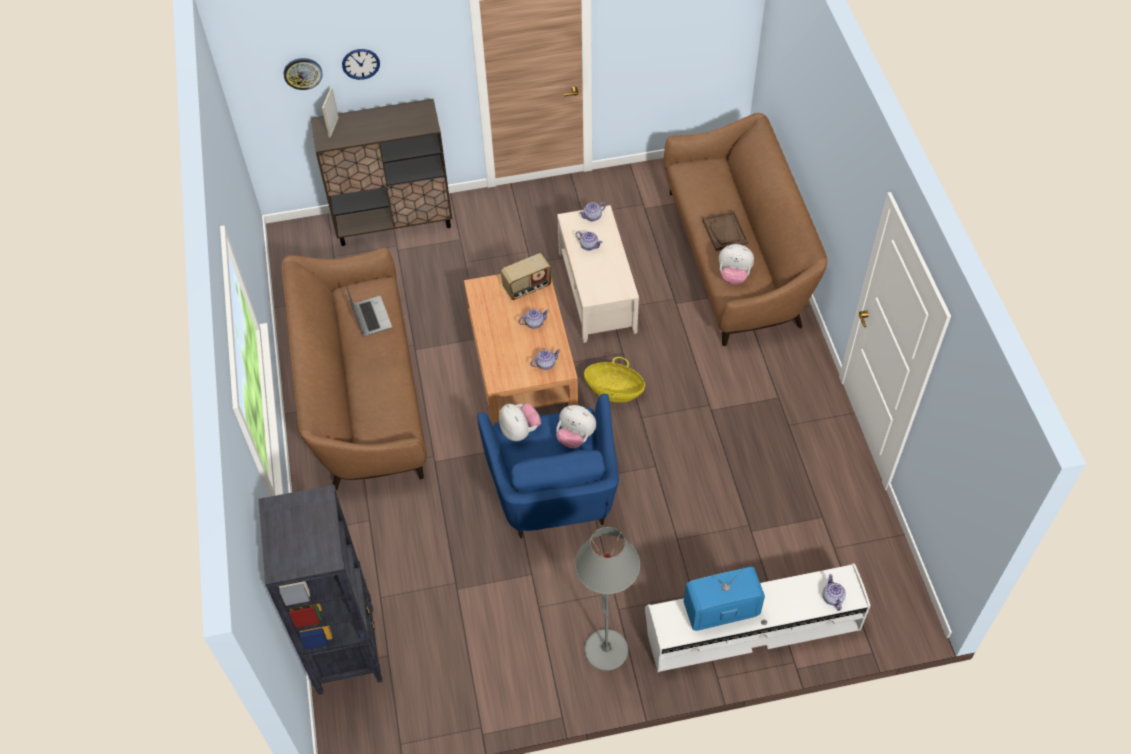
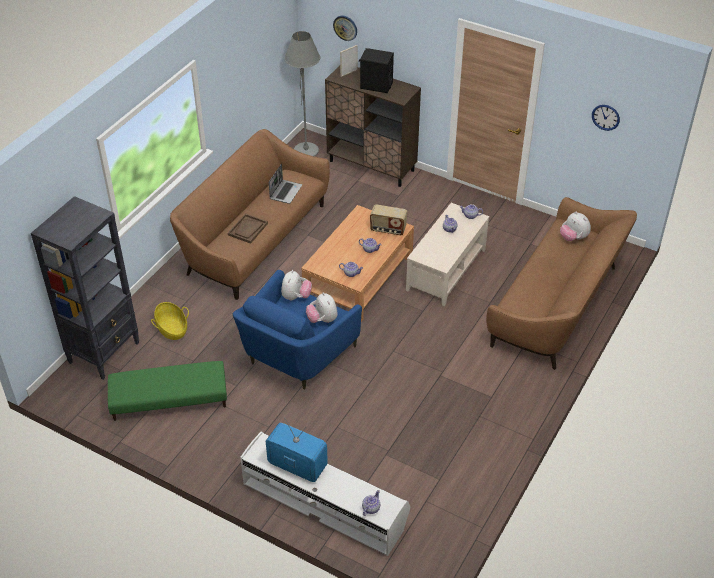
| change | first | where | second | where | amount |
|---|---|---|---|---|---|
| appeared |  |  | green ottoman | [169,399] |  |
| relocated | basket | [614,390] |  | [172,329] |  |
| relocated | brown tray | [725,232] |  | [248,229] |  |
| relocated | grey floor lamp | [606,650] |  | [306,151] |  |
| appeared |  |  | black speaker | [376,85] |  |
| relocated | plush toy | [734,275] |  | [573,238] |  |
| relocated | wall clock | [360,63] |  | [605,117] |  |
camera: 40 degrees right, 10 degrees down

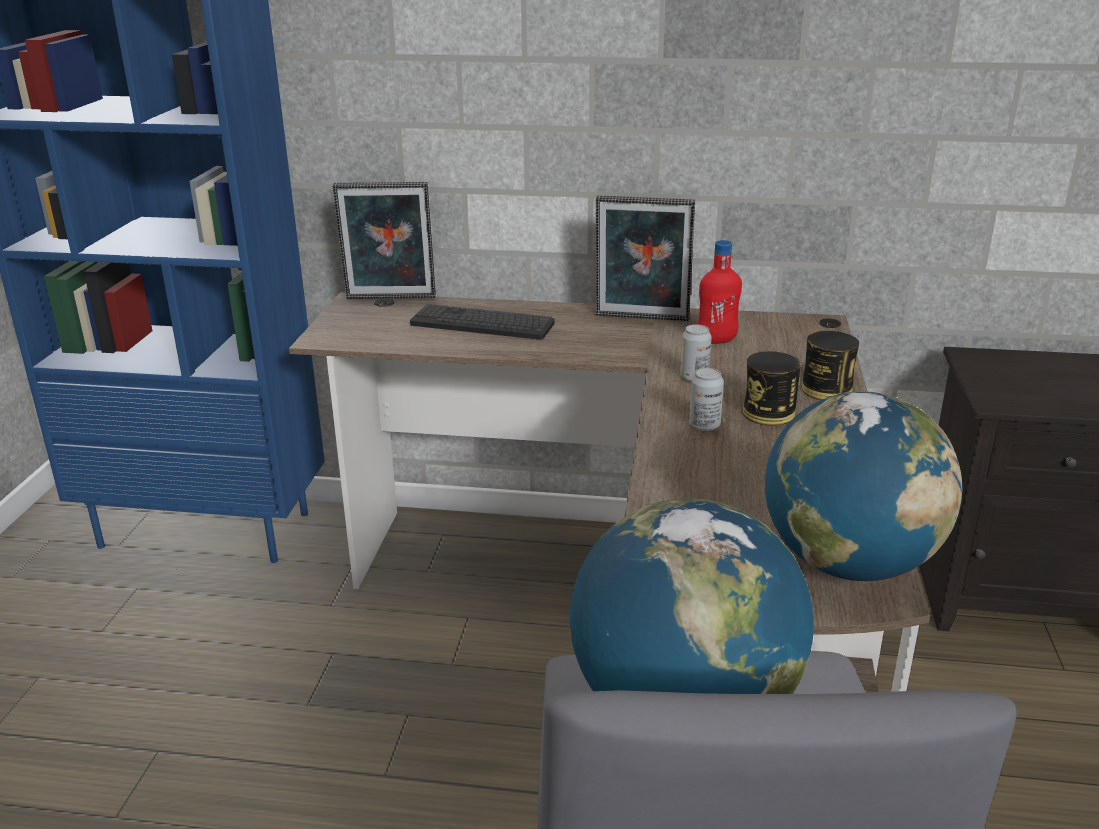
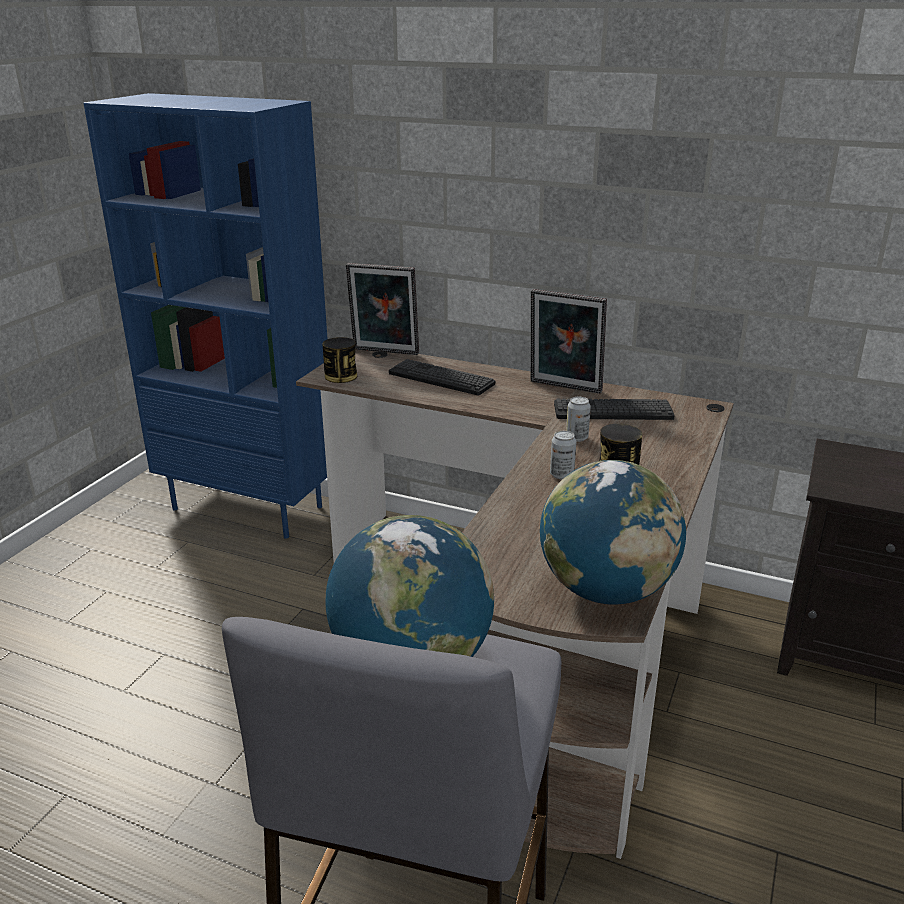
| change | first | where | second | where | amount |
|---|---|---|---|---|---|
| relocated | can | [826,390] |  | [341,376] |  |
| exchanged | red bottle | [716,340] | keyboard | [613,411] |  |
camera: 15 degrees right, 0 degrees up

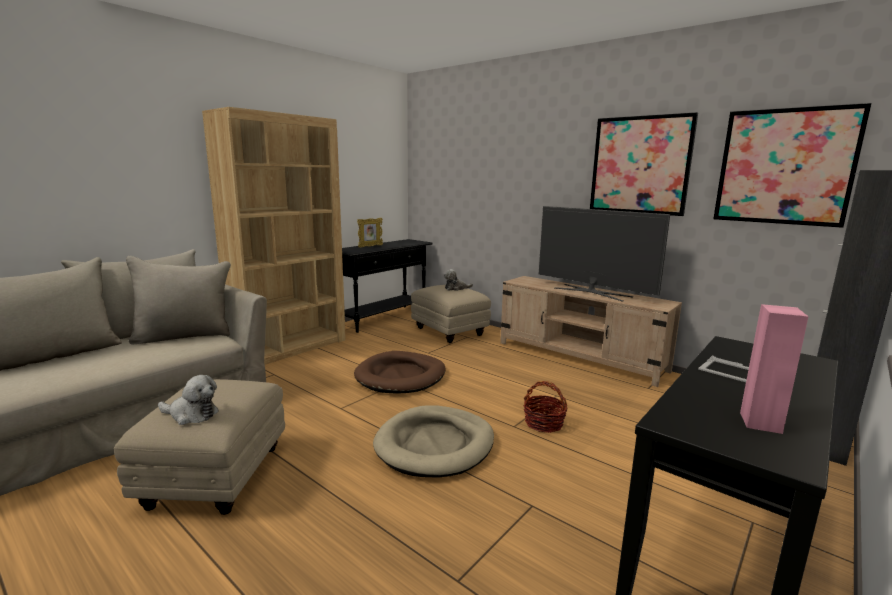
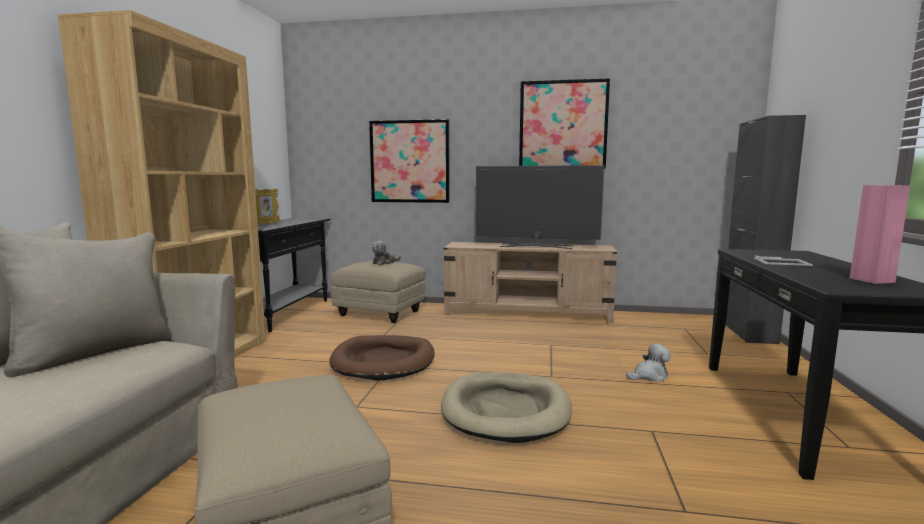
| change | first | where | second | where | amount |
|---|---|---|---|---|---|
| relocated | picture | [784,167] |  | [410,161] |  |
| relocated | plush toy | [191,414] |  | [649,376] |  |
| missing | basket | [544,423] |  |  |  |
camera: 30 degrees left, 5 degrees down

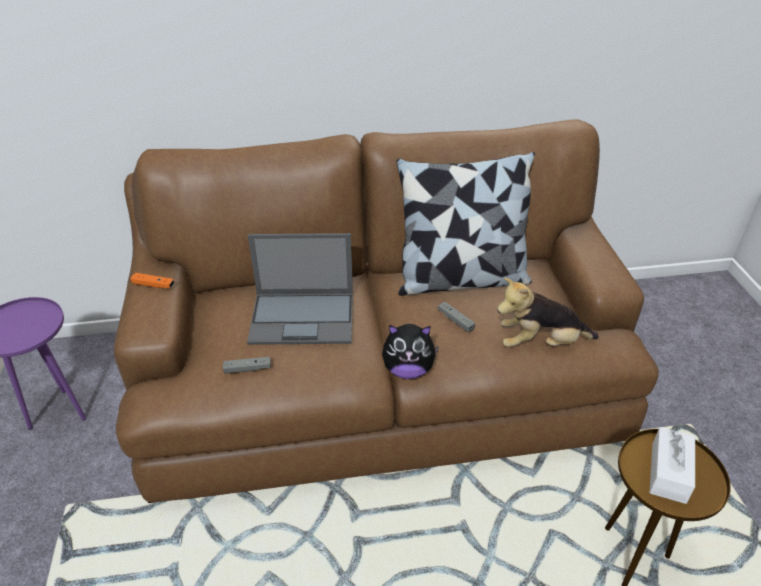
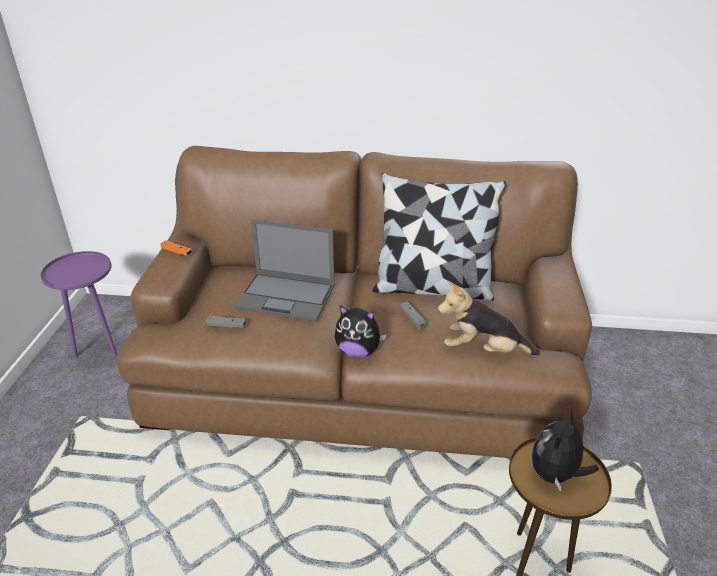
| change | first | where | second | where | amount |
|---|---|---|---|---|---|
| exchanged | white tissue box | [668,472] | plush toy | [555,475] |  |
camera: 15 degrees right, 5 degrees down

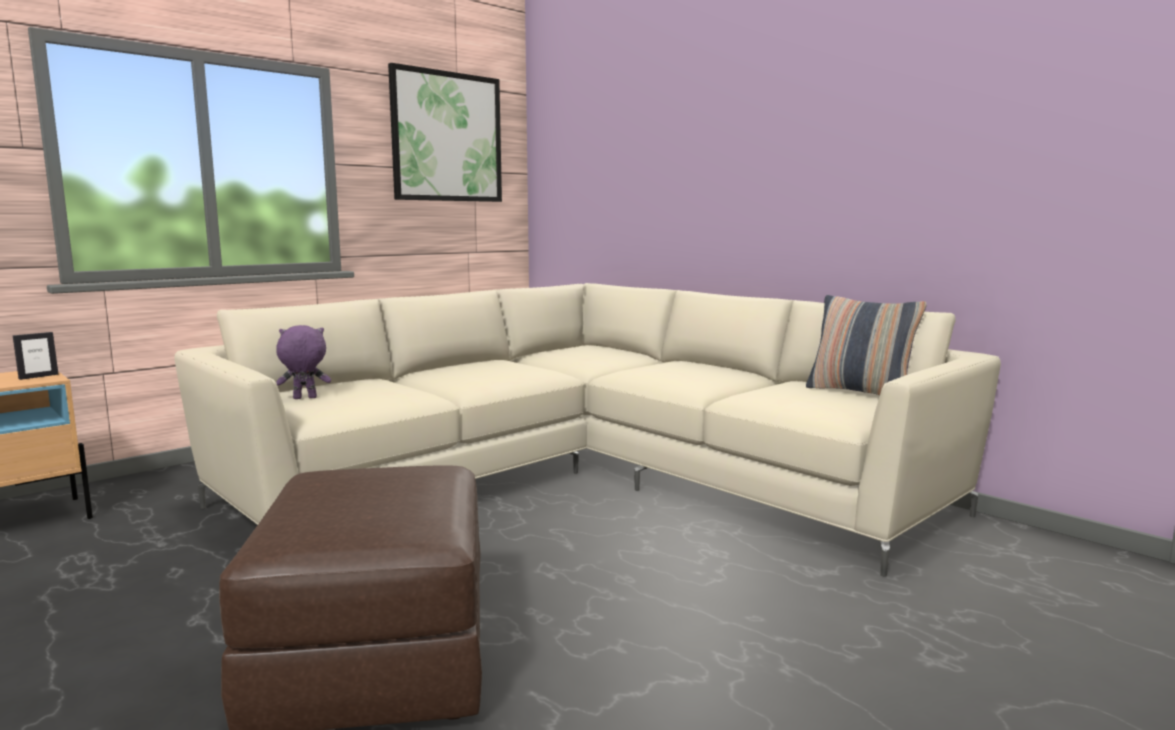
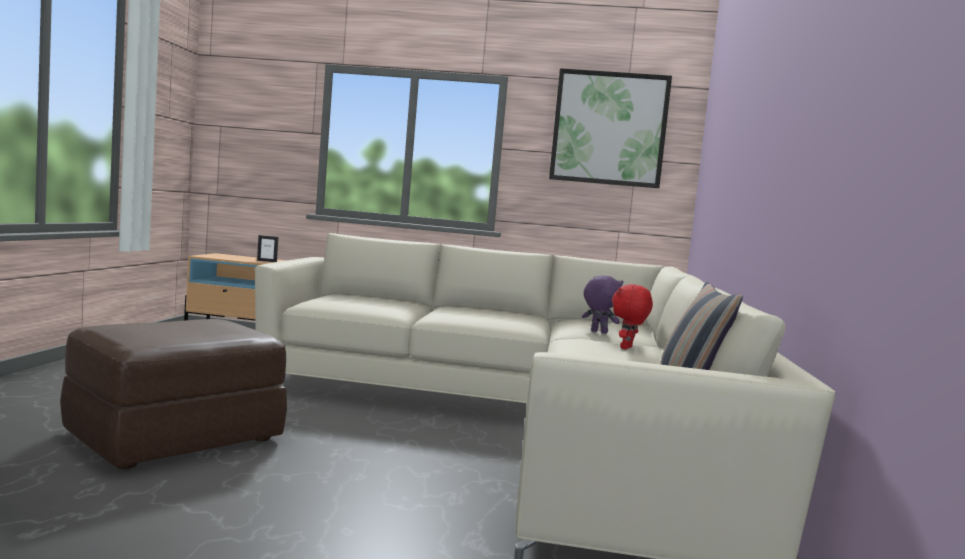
| change | first | where | second | where | amount |
|---|---|---|---|---|---|
| relocated | purple plush toy | [304,398] |  | [598,332] |  |
| appeared |  |  | red plush toy | [627,348] |  |
camera: 50 degrees right, 5 degrees down

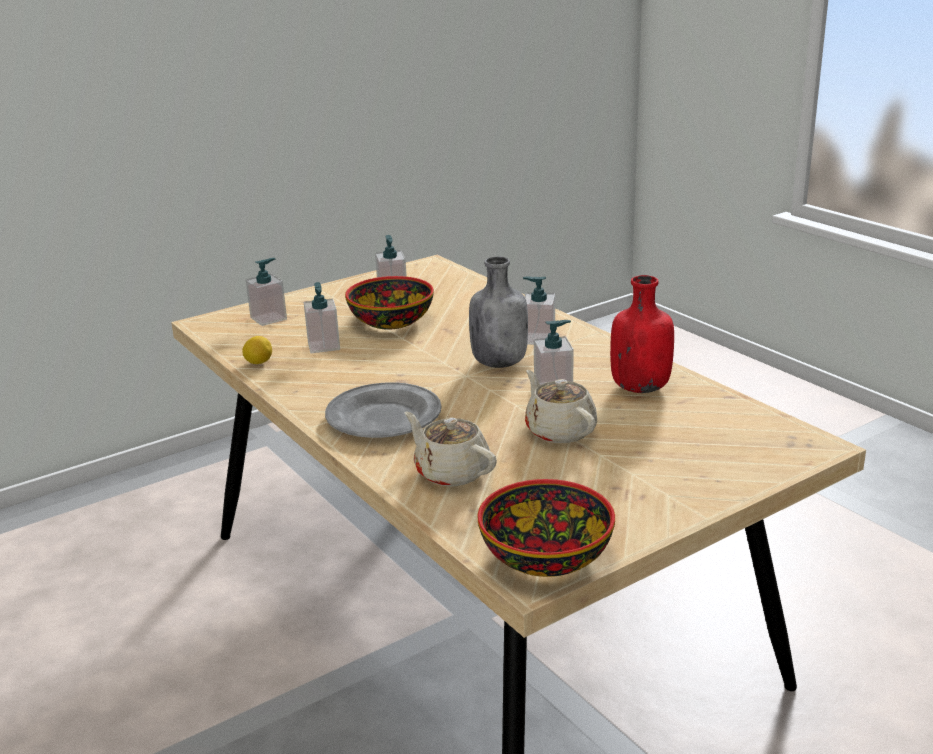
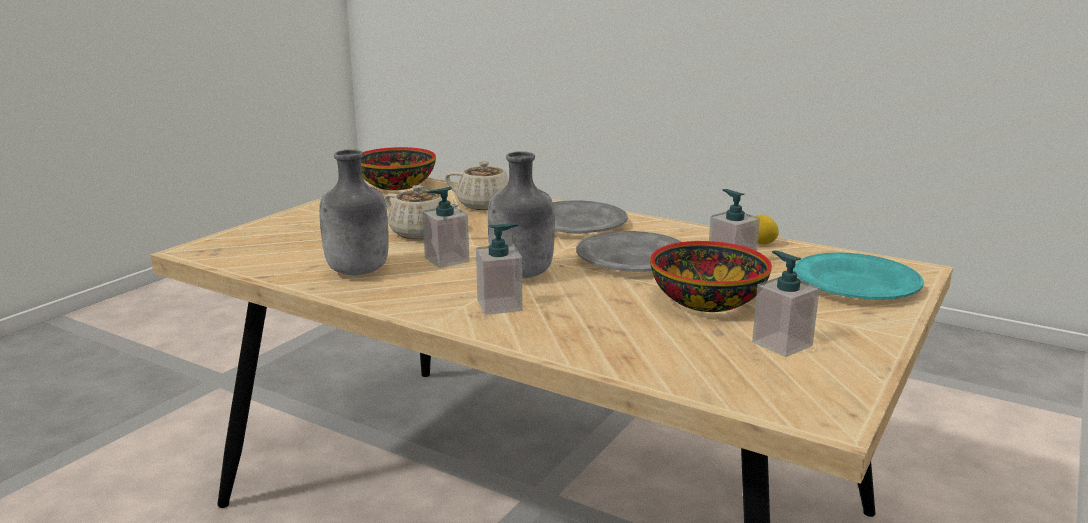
| change | first | where | second | where | amount |
|---|---|---|---|---|---|
| colour | red bottle | [640,387] | grey bottle | [358,272] |  |
| appeared |  |  | grey plate | [632,258] |  |
| exchanged | soap dispenser | [269,318] | turquoise plate | [856,284] |  |
camera: 155 degrees right, 5 degrees down

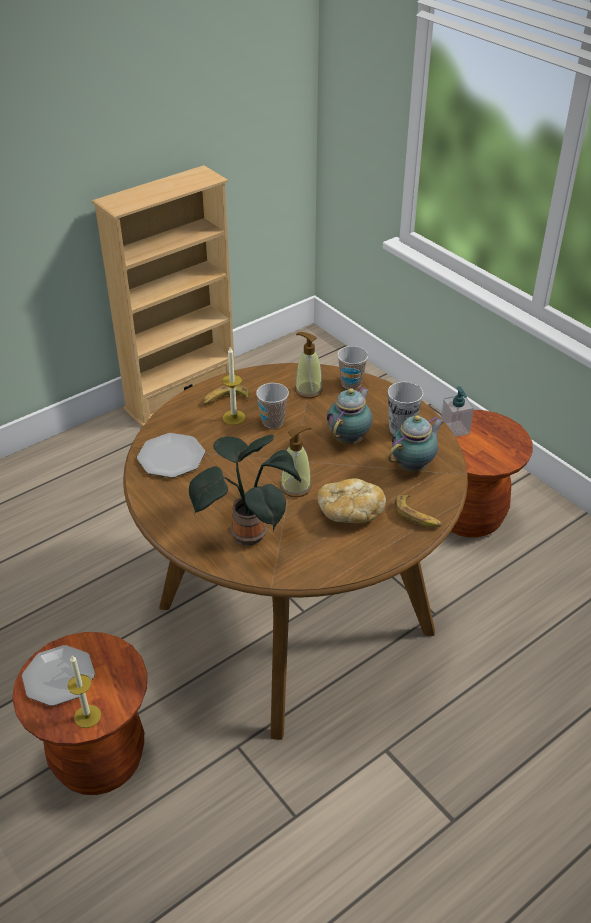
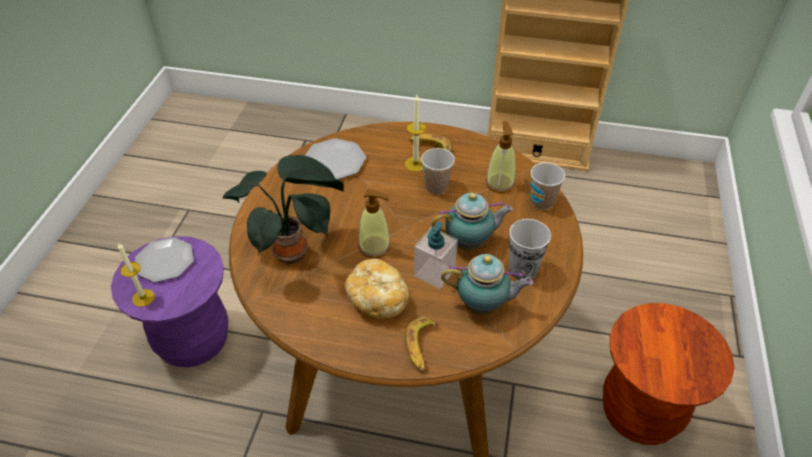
| change | first | where | second | where | amount |
|---|---|---|---|---|---|
| colour | brown stool | [99,759] | purple stool | [193,340] |  |
| relocated | soap dispenser | [454,429] |  | [434,273] |  |
camera: 50 degrees right, 5 degrees up

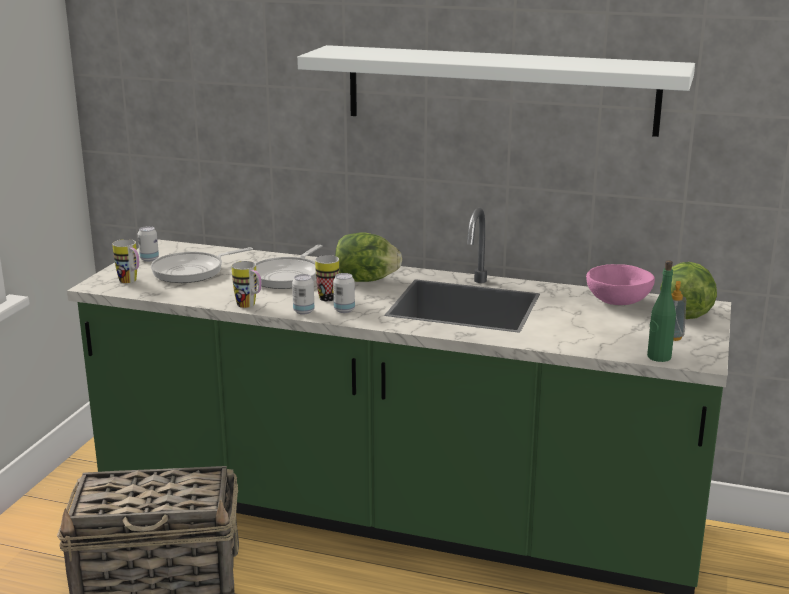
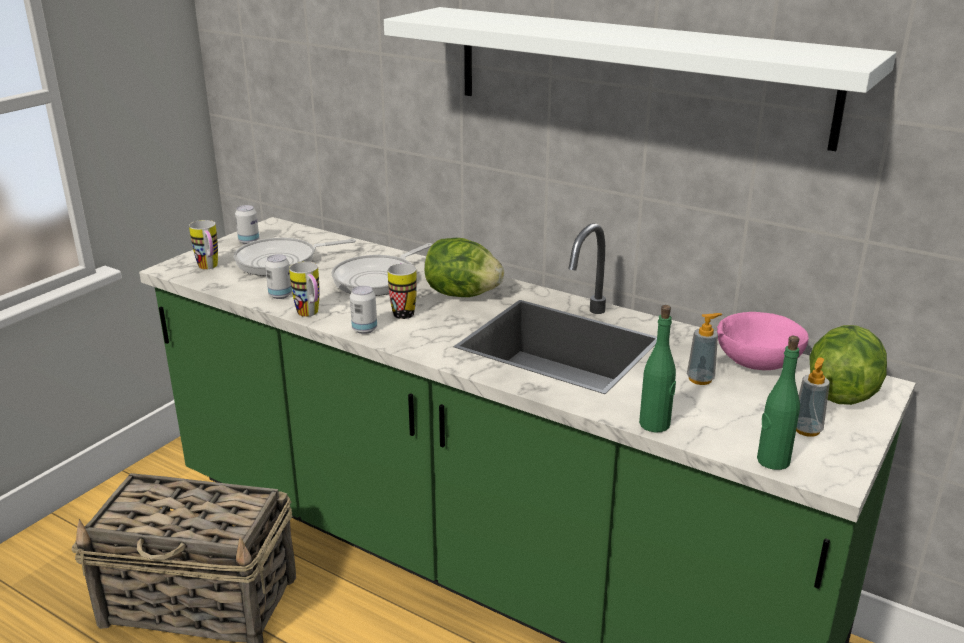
| change | first | where | second | where | amount |
|---|---|---|---|---|---|
| relocated | can | [344,310] |  | [280,295] |  |
| appeared |  |  | green bottle | [655,424] |  |
| appeared |  |  | soap dispenser | [700,379] |  |
camera: 15 degrees right, 5 degrees up

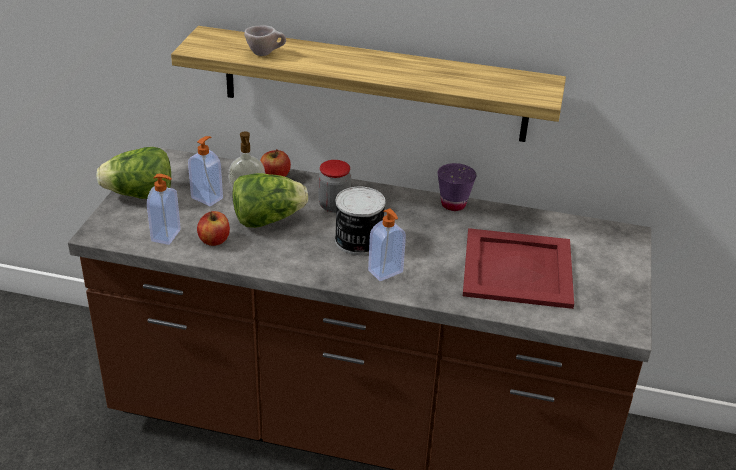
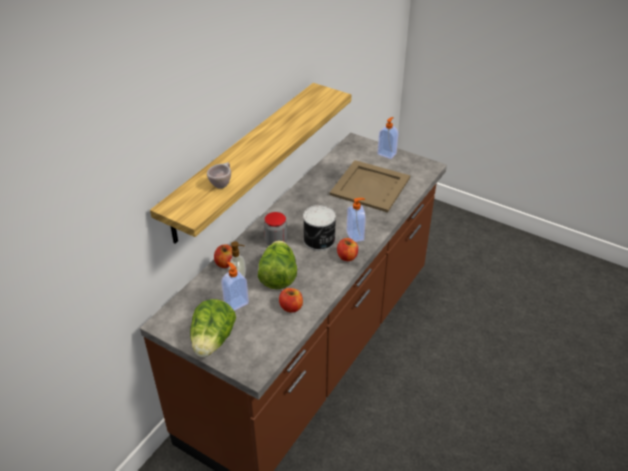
| change | first | where | second | where | amount |
|---|---|---|---|---|---|
| colour | red tray | [516,269] | beige tray | [370,186] |  |
| appeared |  |  | apple | [347,257] |  |
| relocated | soap dispenser | [167,236] |  | [387,154] |  |
| missing | purple cup | [453,204] |  |  |  |
camera: 70 degrees left, 5 degrees up

